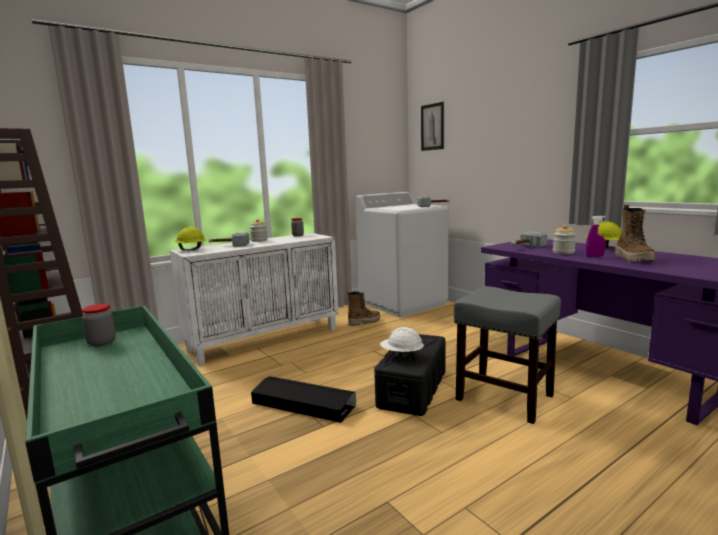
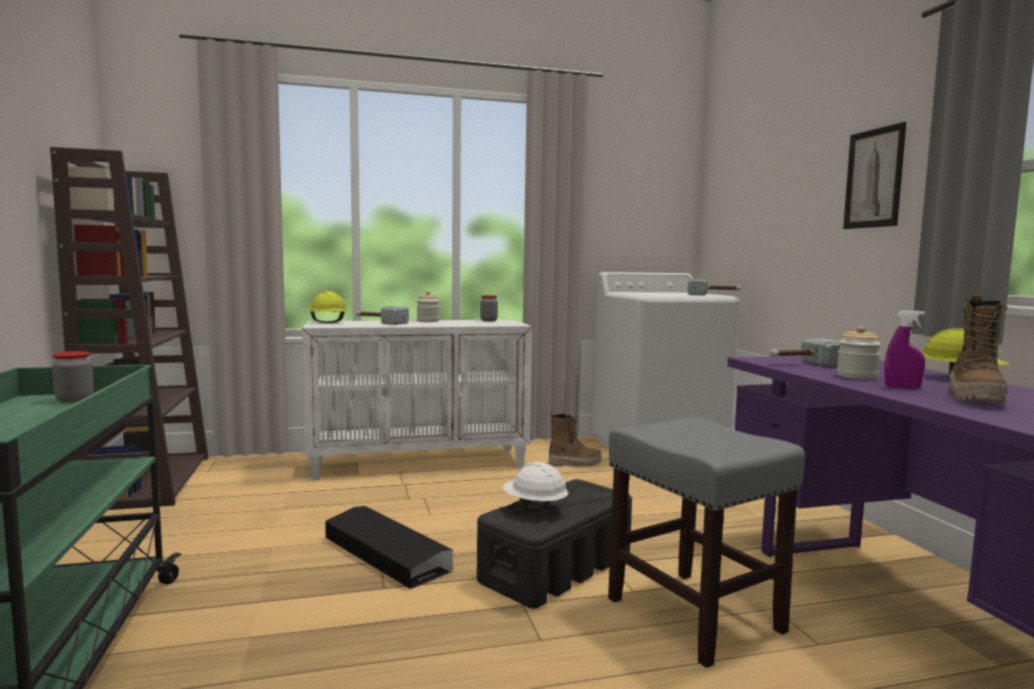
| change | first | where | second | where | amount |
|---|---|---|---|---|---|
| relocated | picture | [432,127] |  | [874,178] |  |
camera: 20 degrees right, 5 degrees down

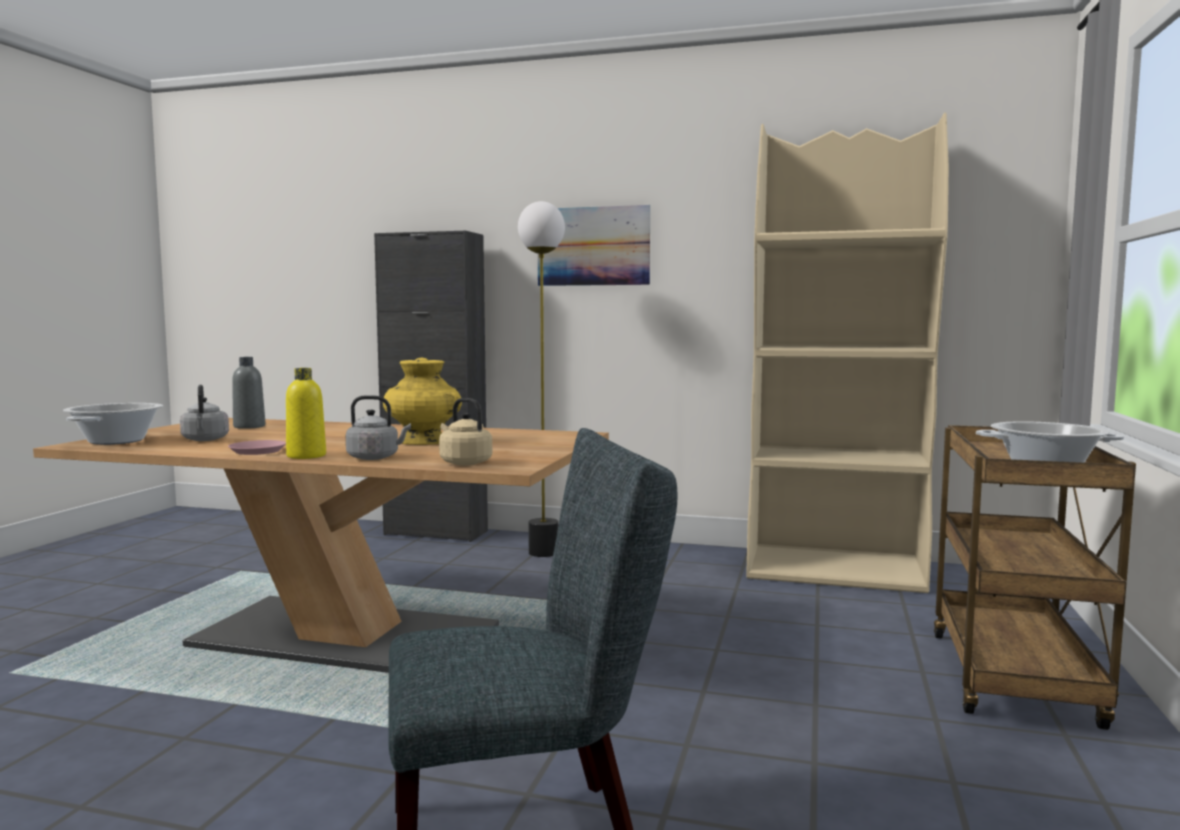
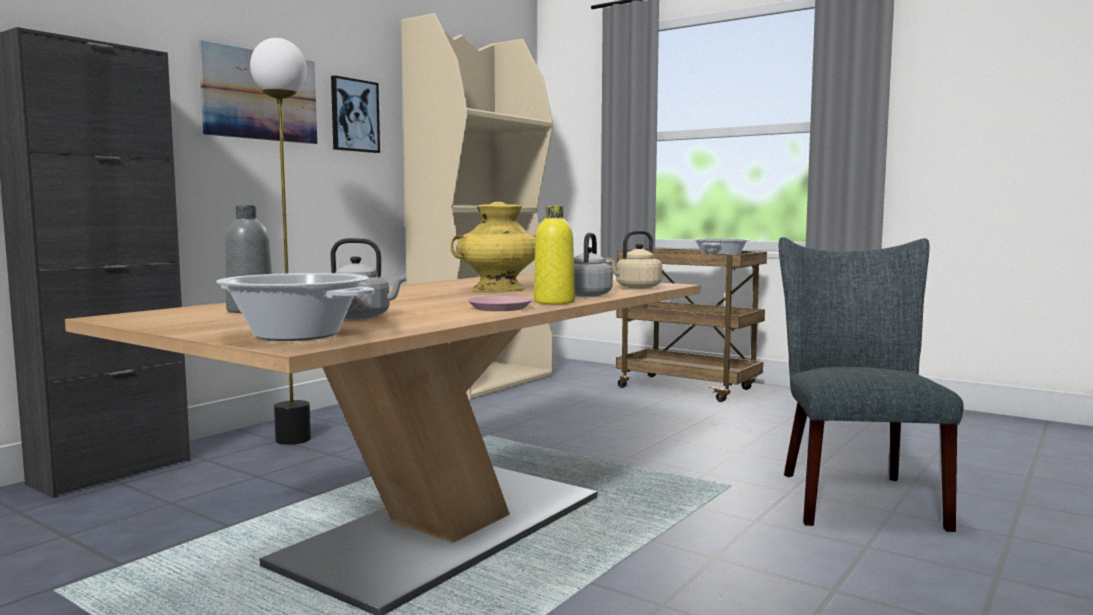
| change | first | where | second | where | amount |
|---|---|---|---|---|---|
| appeared |  |  | picture | [354,115] |  |
camera: 70 degrees left, 0 degrees up

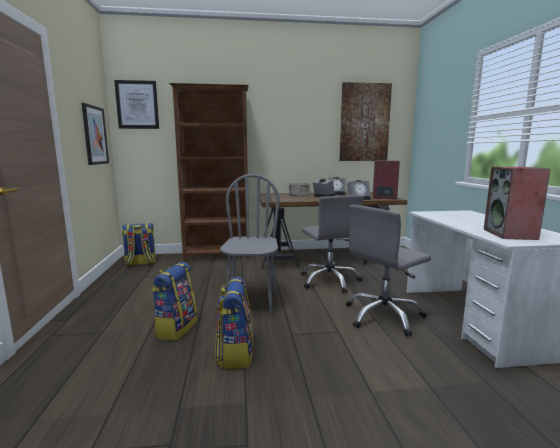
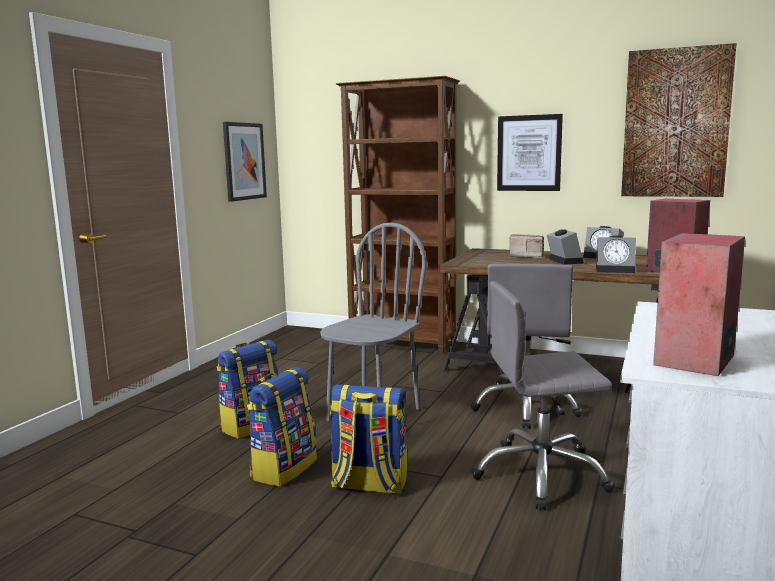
| change | first | where | second | where | amount |
|---|---|---|---|---|---|
| relocated | backpack | [140,263] |  | [369,485] |  |
| relocated | picture | [137,105] |  | [529,153] |  |
camera: 30 degrees right, 0 degrees up

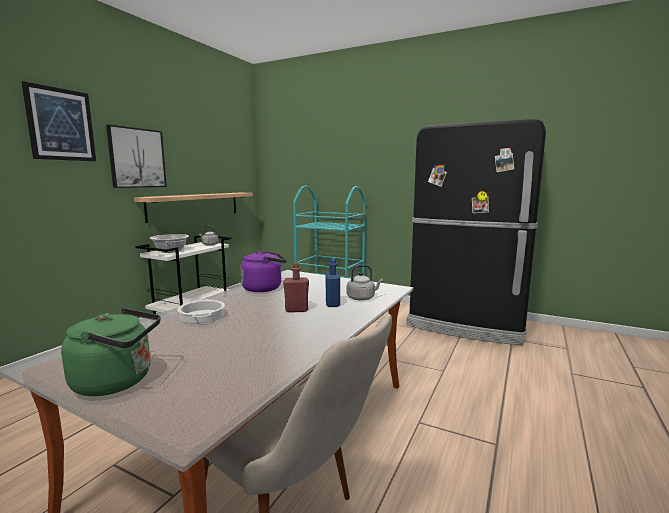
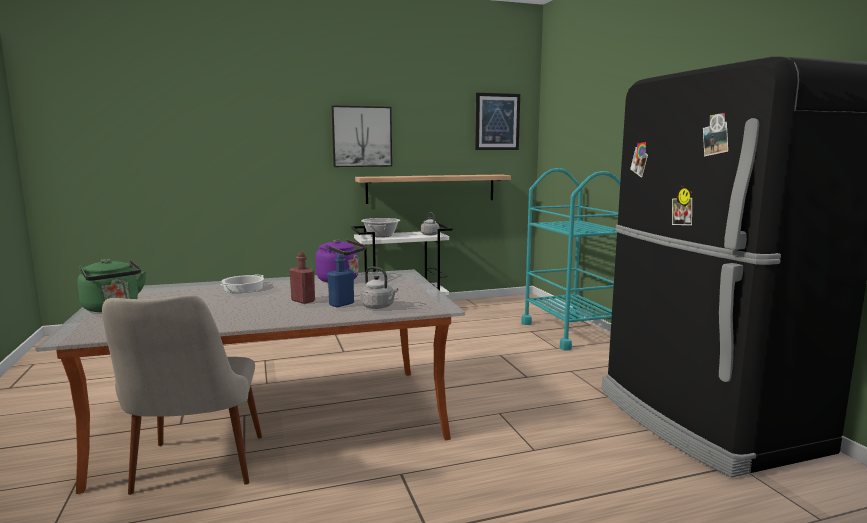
| change | first | where | second | where | amount |
|---|---|---|---|---|---|
| relocated | picture | [61,124] |  | [497,122] |  |
camera: 45 degrees right, 0 degrees up

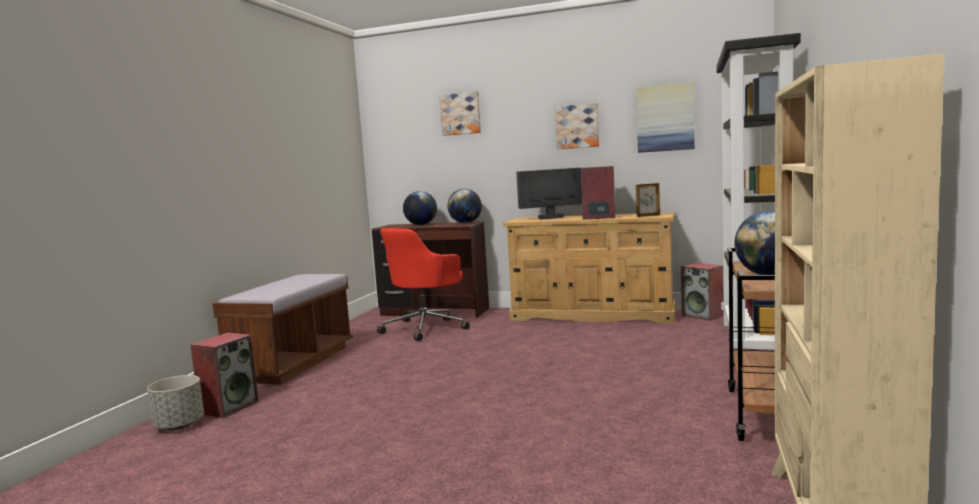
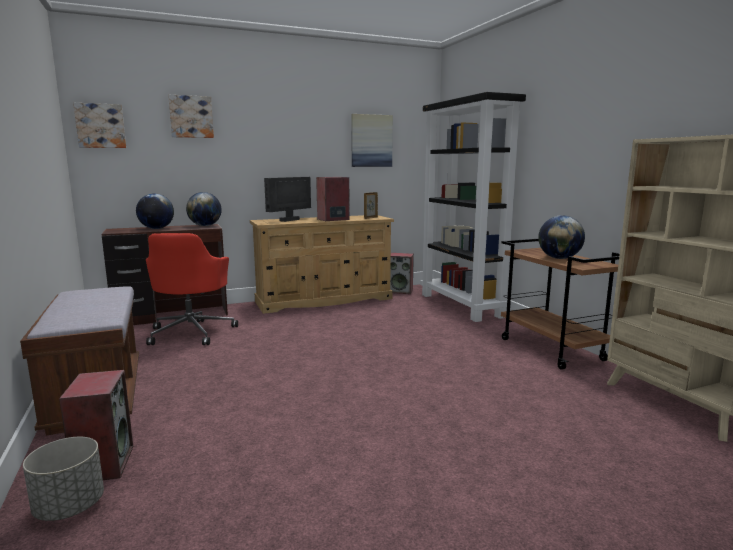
| change | first | where | second | where | amount |
|---|---|---|---|---|---|
| relocated | picture | [577,126] |  | [100,126] |  |
camera: 40 degrees left, 5 degrees up

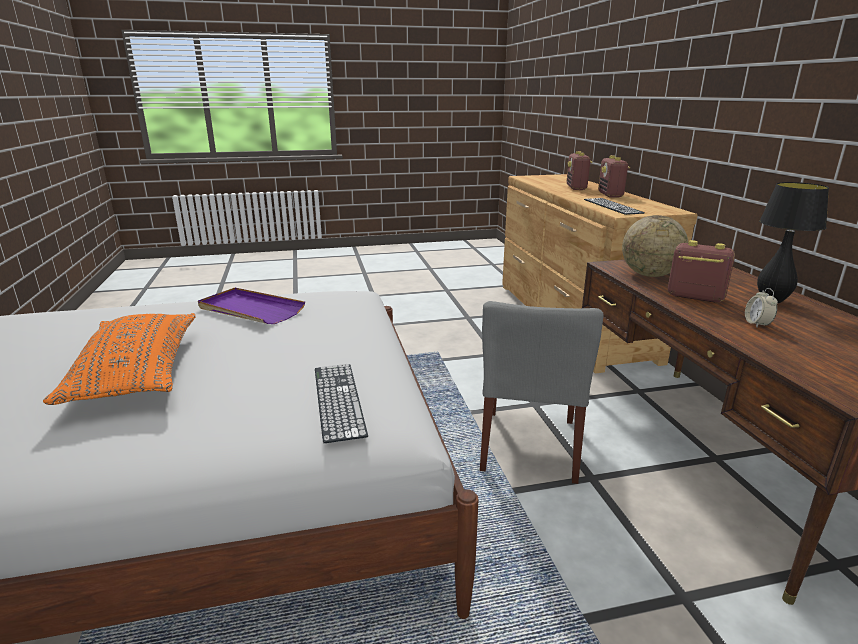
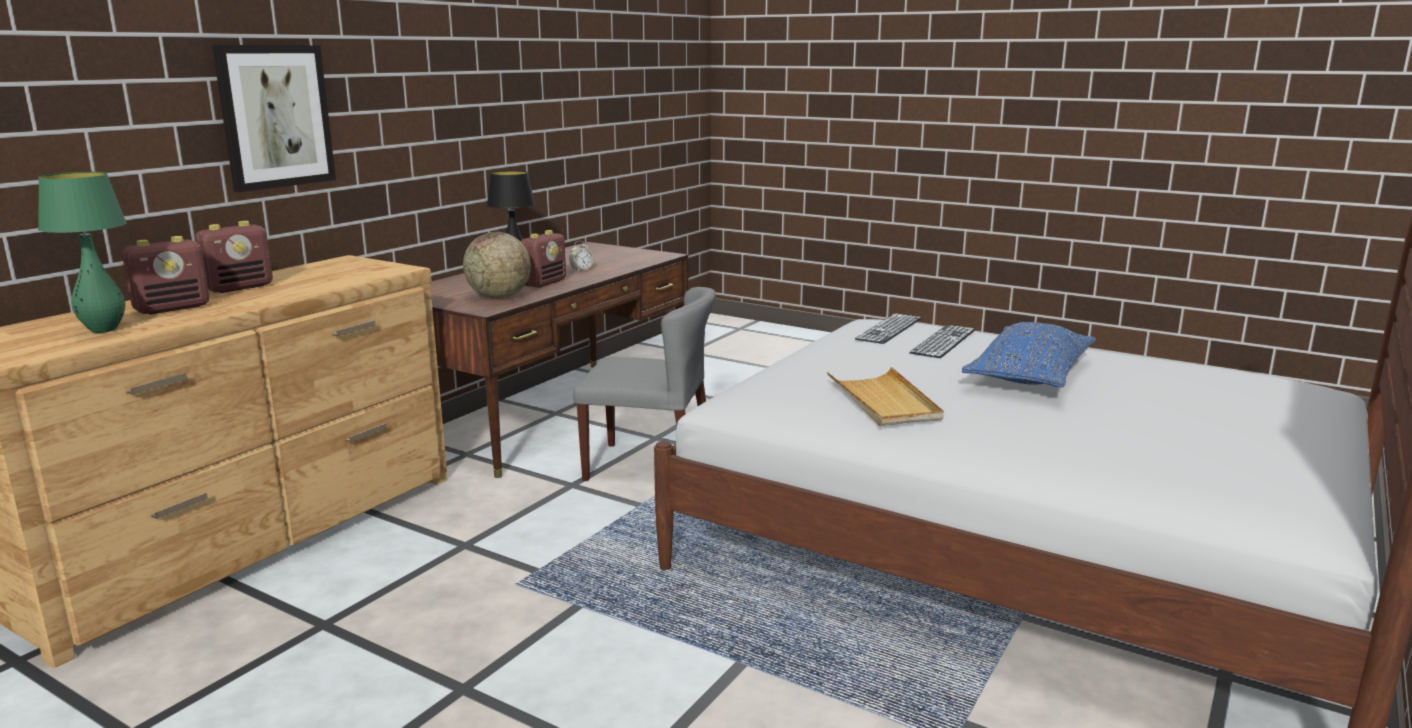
| change | first | where | second | where | amount |
|---|---|---|---|---|---|
| appeared |  |  | green table lamp | [104,330] |  |
| appeared |  |  | picture | [275,116] |  |
| spun | radio | [694,297] |  | [544,283] | 135 degrees counterclockwise |
| spun | grey chair | [530,445] |  | [650,465] | 45 degrees clockwise |
| colour | purple tray | [250,310] | beige tray | [884,401] |  |
| relocated | keyboard | [612,206] |  | [943,341] |  |
| colour | orange pillow | [137,373] | blue pillow | [1029,375] |  |
camera: 135 degrees left, 5 degrees down

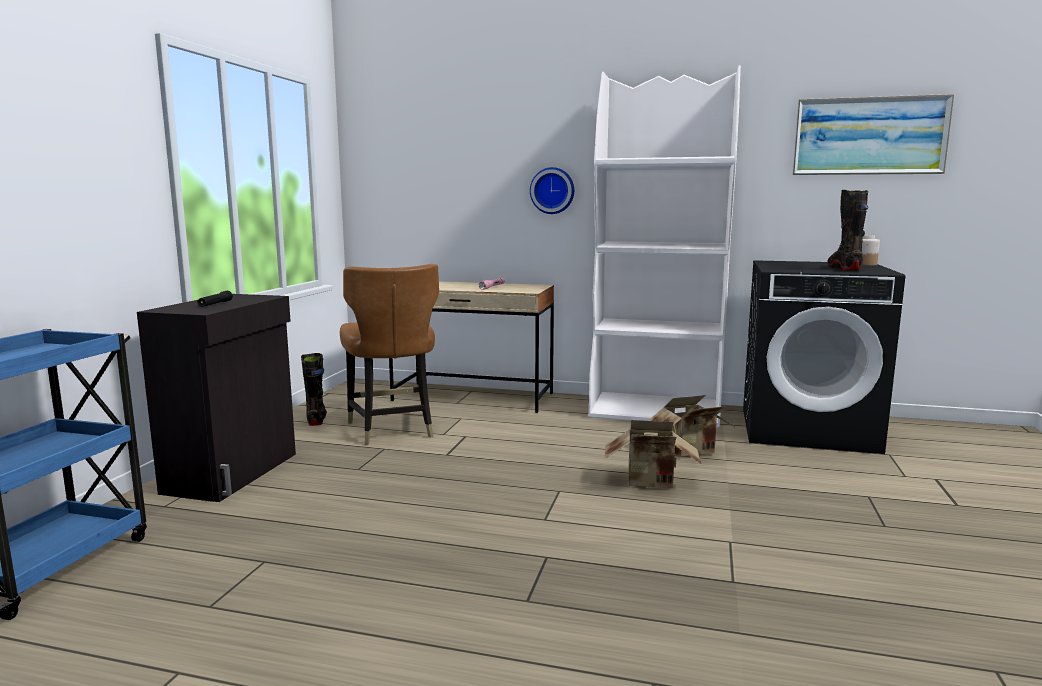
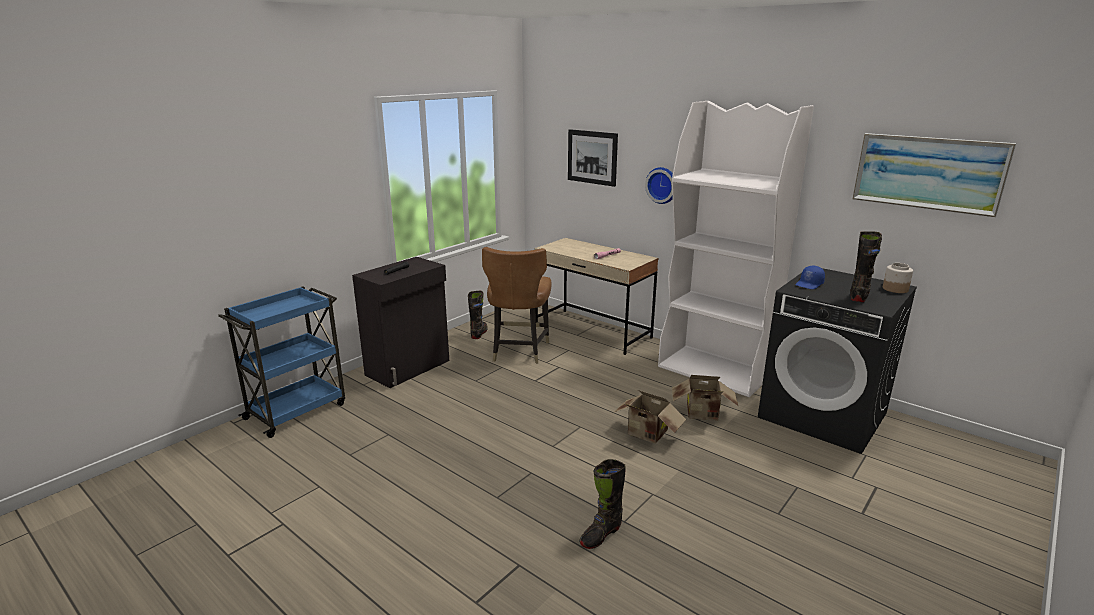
| change | first | where | second | where | amount |
|---|---|---|---|---|---|
| appeared |  |  | picture | [592,157] |  |
| appeared |  |  | black boot | [601,534] |  |
| appeared |  |  | blue cap | [809,284] |  |
camera: 25 degrees right, 10 degrees up

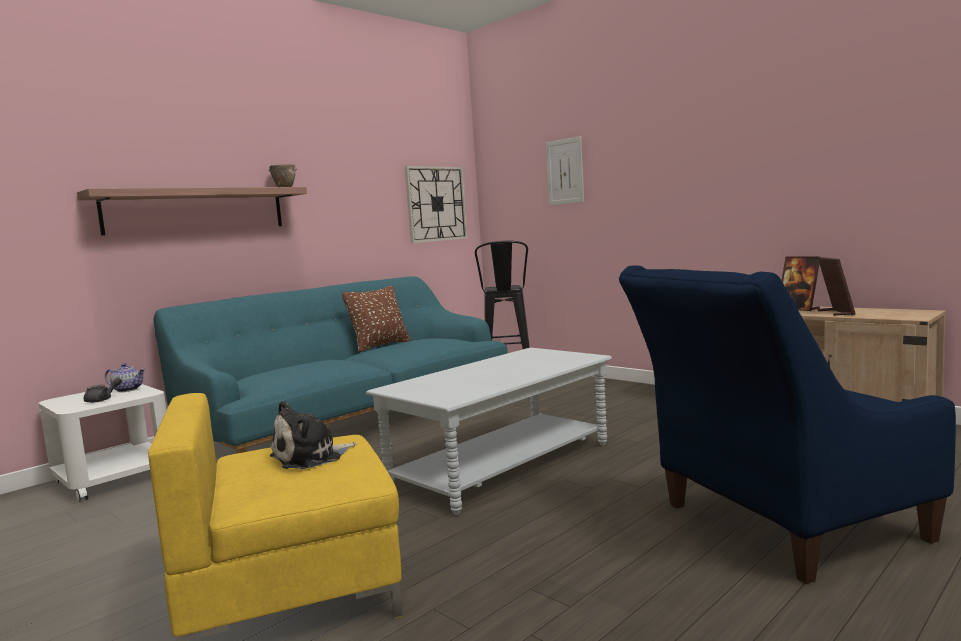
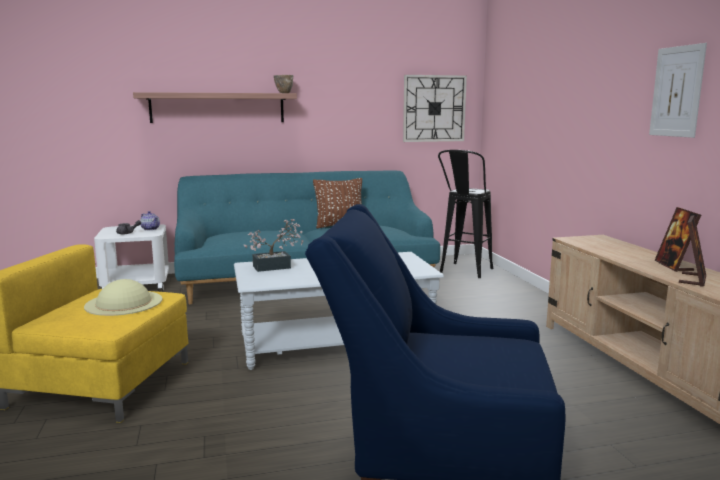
| change | first | where | second | where | amount |
|---|---|---|---|---|---|
| exchanged | plush toy | [311,457] | beige hat | [124,302] |  |
| appeared |  |  | potted plant | [276,266] |  |
| relocated | picture | [565,171] |  | [677,91] |  |
camera: 30 degrees right, 5 degrees up

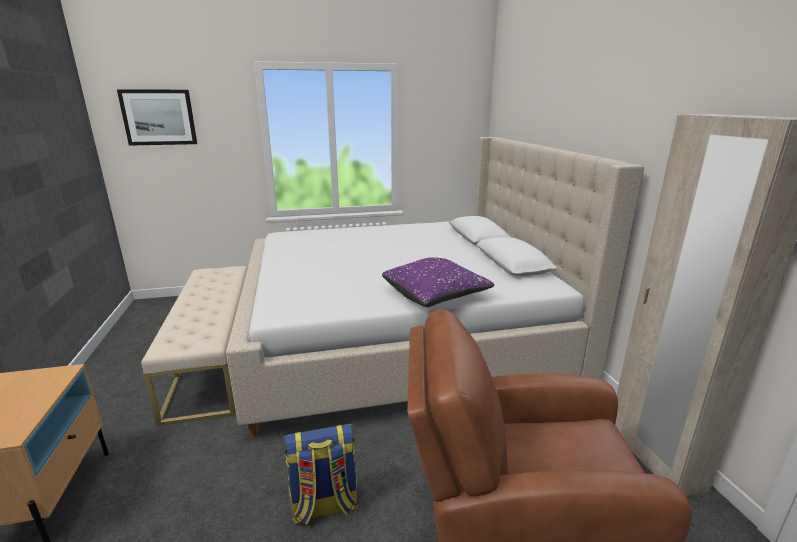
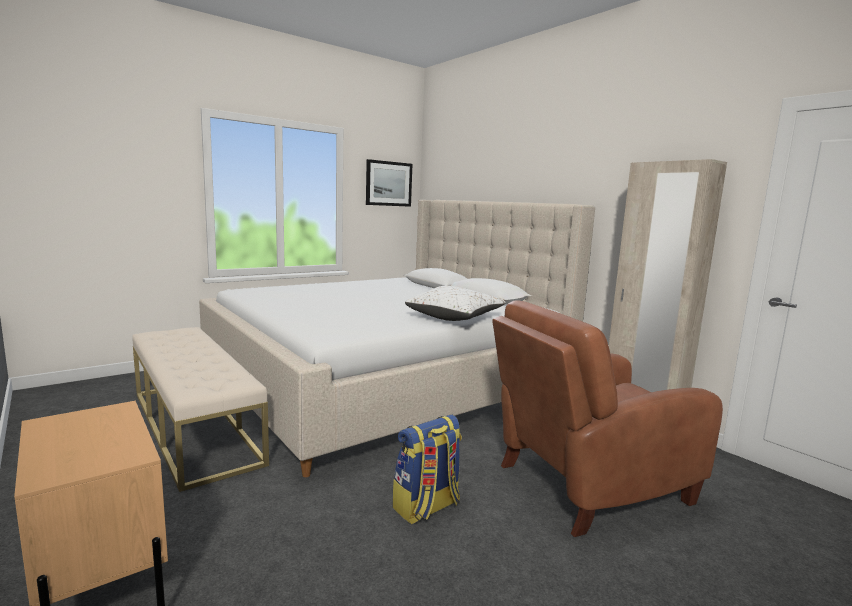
| change | first | where | second | where | amount |
|---|---|---|---|---|---|
| relocated | picture | [159,117] |  | [388,183] |  |
| colour | purple pillow | [435,295] | white pillow | [455,317] |  |
camera: 25 degrees left, 10 degrees down

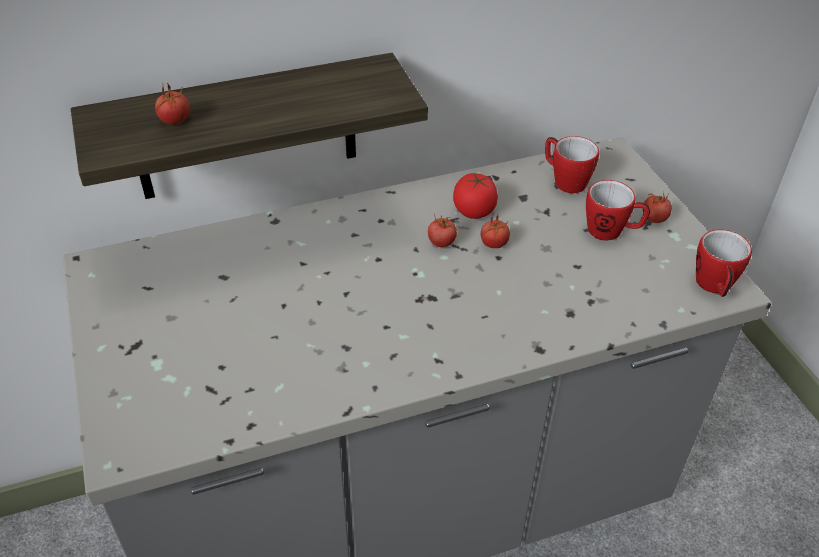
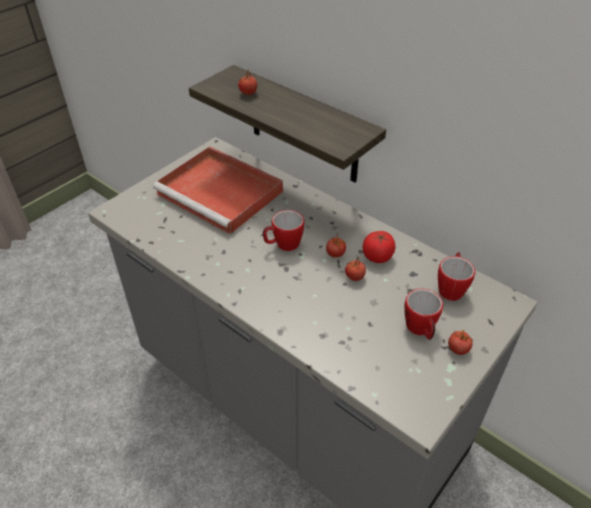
| change | first | where | second | where | amount |
|---|---|---|---|---|---|
| appeared |  |  | red tray | [222,193] |  |
| relocated | mug | [714,287] |  | [283,245] |  |
camera: 60 degrees right, 0 degrees up

